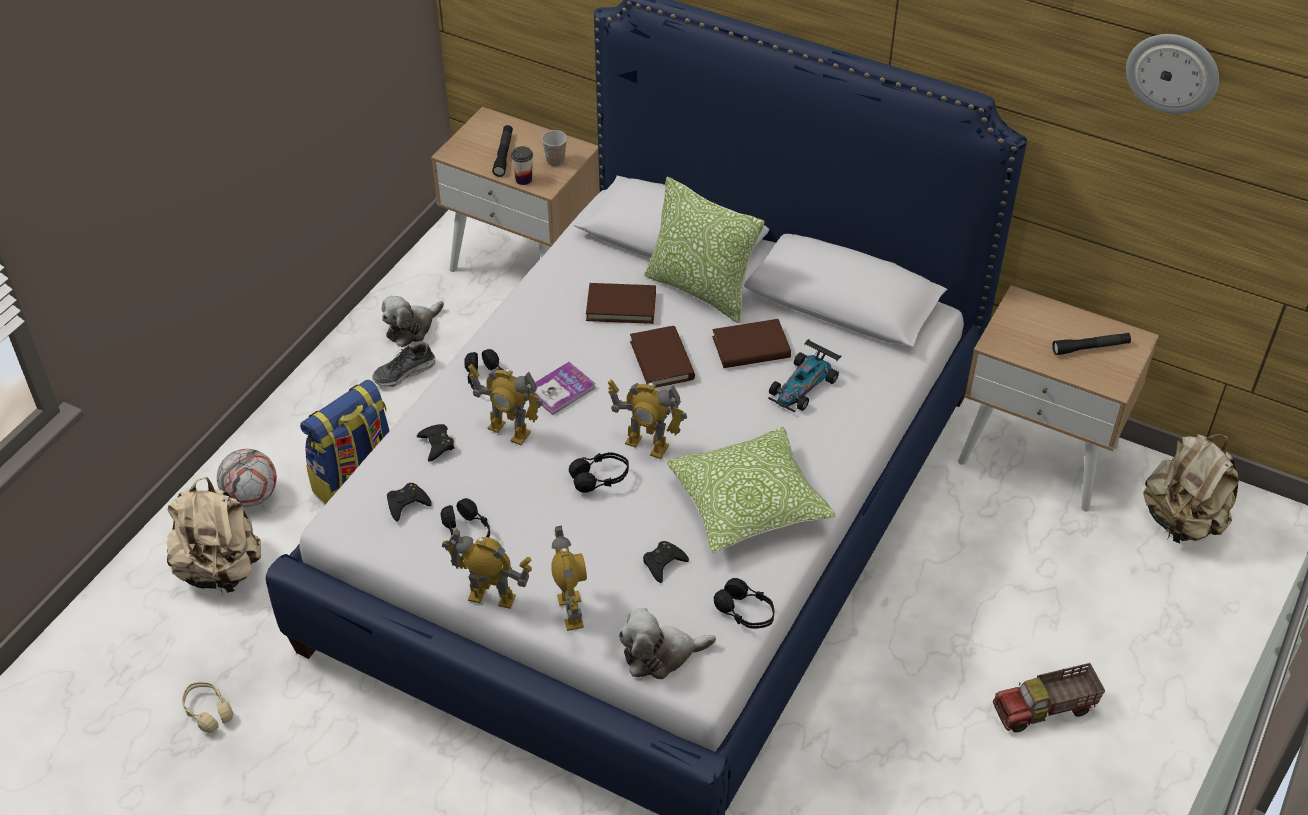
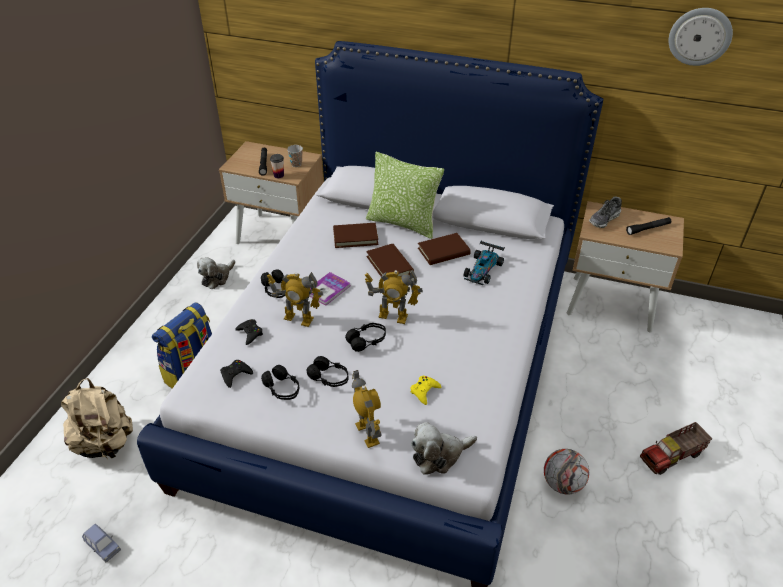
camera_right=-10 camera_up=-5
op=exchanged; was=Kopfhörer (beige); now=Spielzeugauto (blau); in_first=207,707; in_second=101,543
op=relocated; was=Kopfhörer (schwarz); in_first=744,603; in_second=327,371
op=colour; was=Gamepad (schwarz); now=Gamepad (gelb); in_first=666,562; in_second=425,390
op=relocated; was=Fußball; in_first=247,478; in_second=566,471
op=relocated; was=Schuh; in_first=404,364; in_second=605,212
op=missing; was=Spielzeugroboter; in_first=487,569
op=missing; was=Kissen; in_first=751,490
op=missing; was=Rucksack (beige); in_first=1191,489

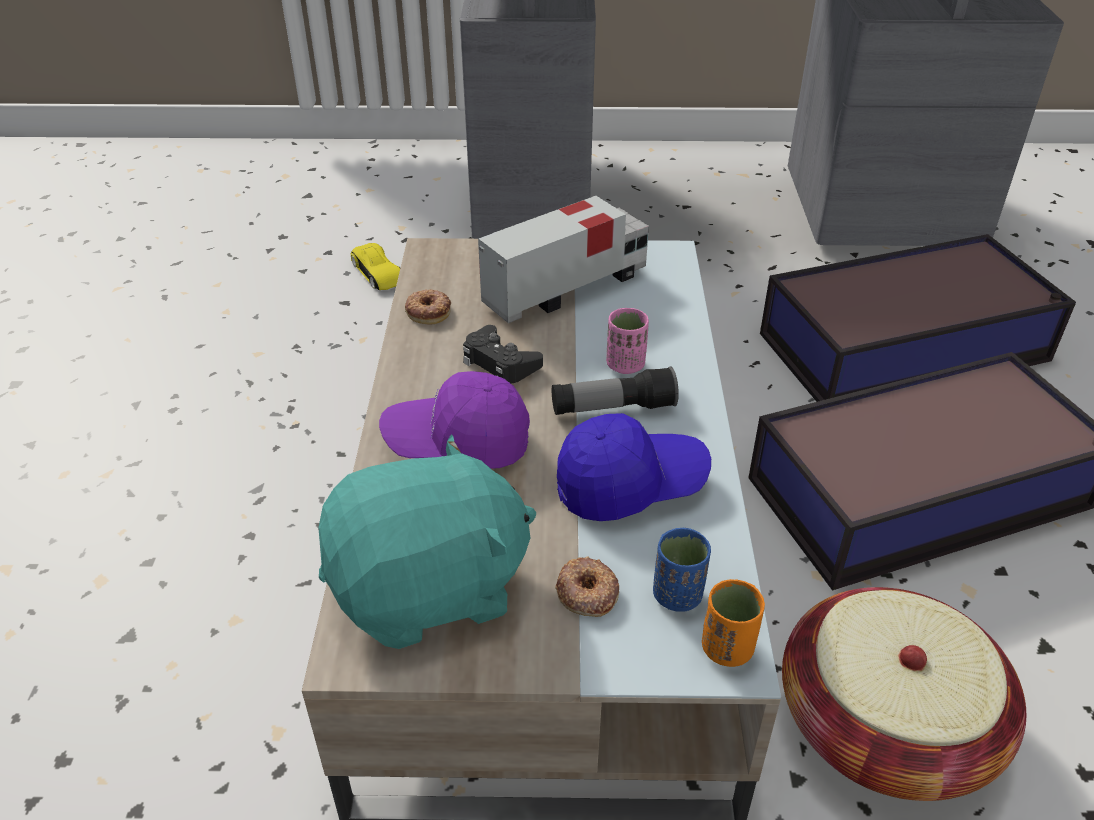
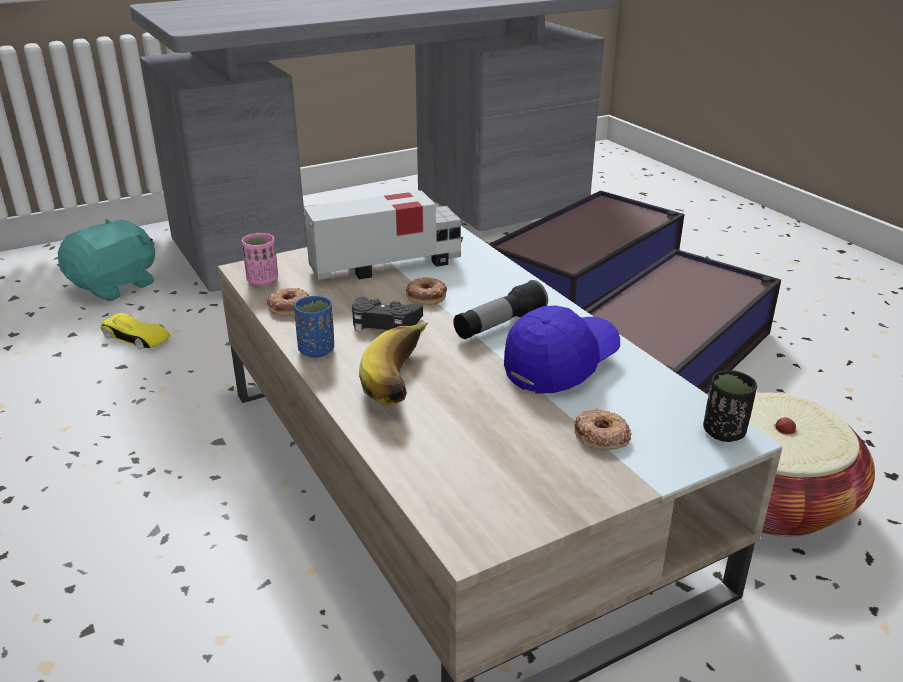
camera_right=-30 camera_up=-10
op=relocated; was=Plüschtier (türkis); in_first=427,541; in_second=106,260
op=relocated; was=Tasse (rosa); in_first=627,341; in_second=259,259
op=relocated; was=Tasse (blau); in_first=682,569; in_second=314,326
op=spun; was=Spielzeuglaster; in_first=563,259; in_second=383,235; clockwise=45
op=exchanged; was=Kappe (lila); now=Banane; in_first=454,420; in_second=393,364
op=appeared; now=Donut; in_second=426,291
op=colour; was=Tasse (orange); now=Tasse (schwarz); in_first=734,623; in_second=730,406

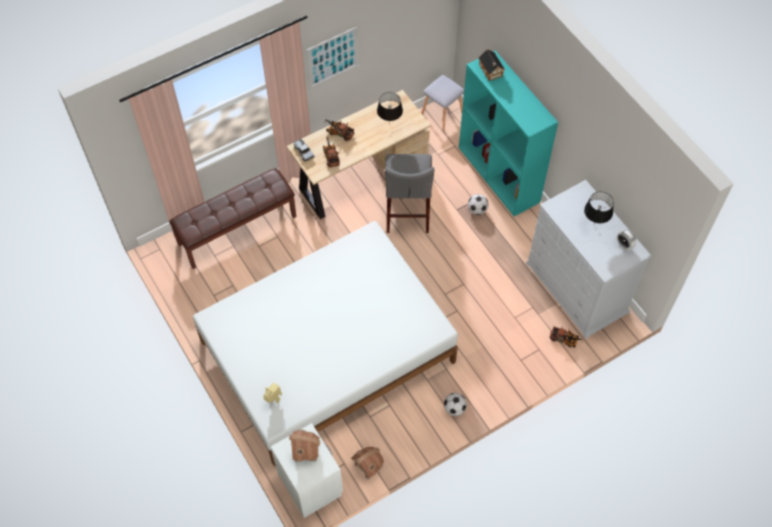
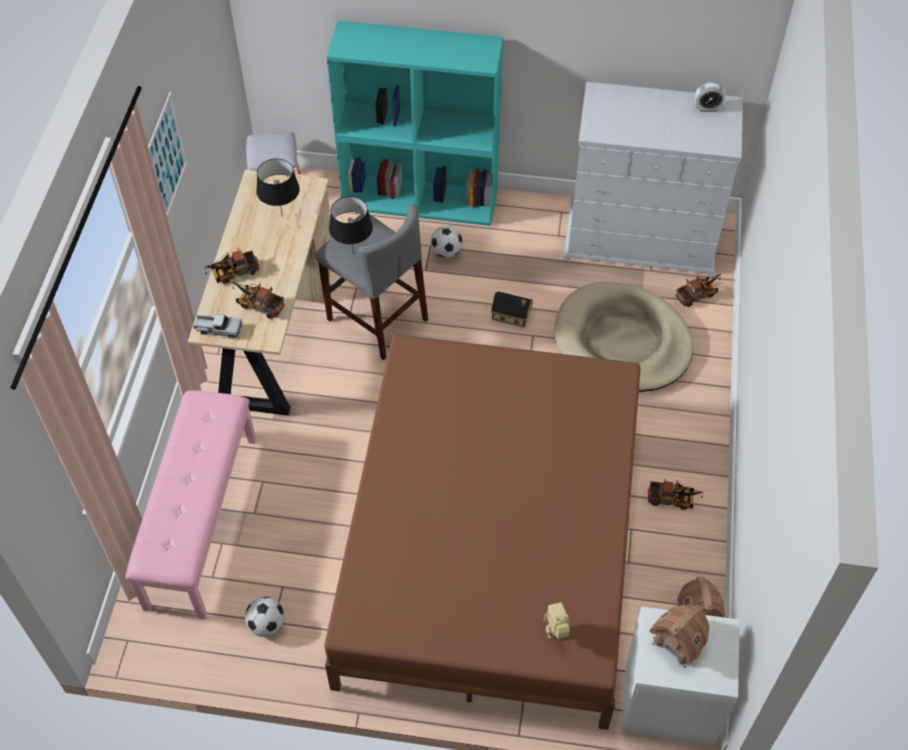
camera_right=-50 camera_up=-5
op=colour; was=Bank (braun); now=Bank (rosa); in_first=232,218; in_second=190,504
op=relocated; was=Fußball; in_first=455,404; in_second=265,617
op=colour; was=Bett (weiß); now=Bett (braun); in_first=325,344; in_second=482,532
op=relocated; was=Tischlampe (schwarz); in_first=599,208; in_second=351,225
op=relocated; was=Spielzeughaus; in_first=492,65; in_second=512,309
op=appeared; now=Hundebett (beige); in_second=624,337
op=appeared; now=Spielzeuglaster; in_second=675,493

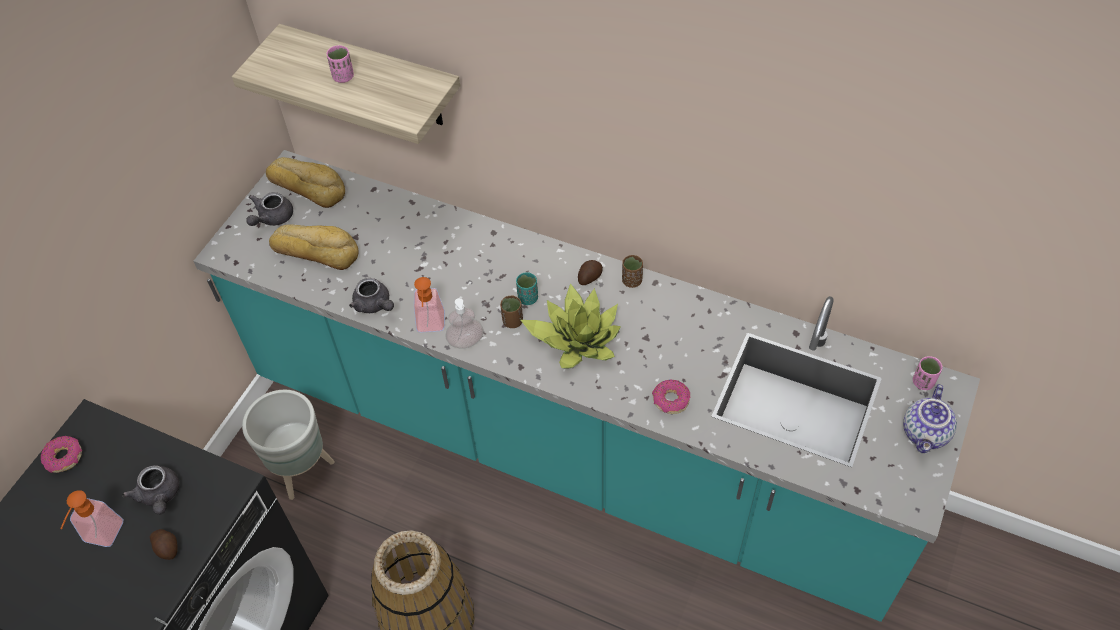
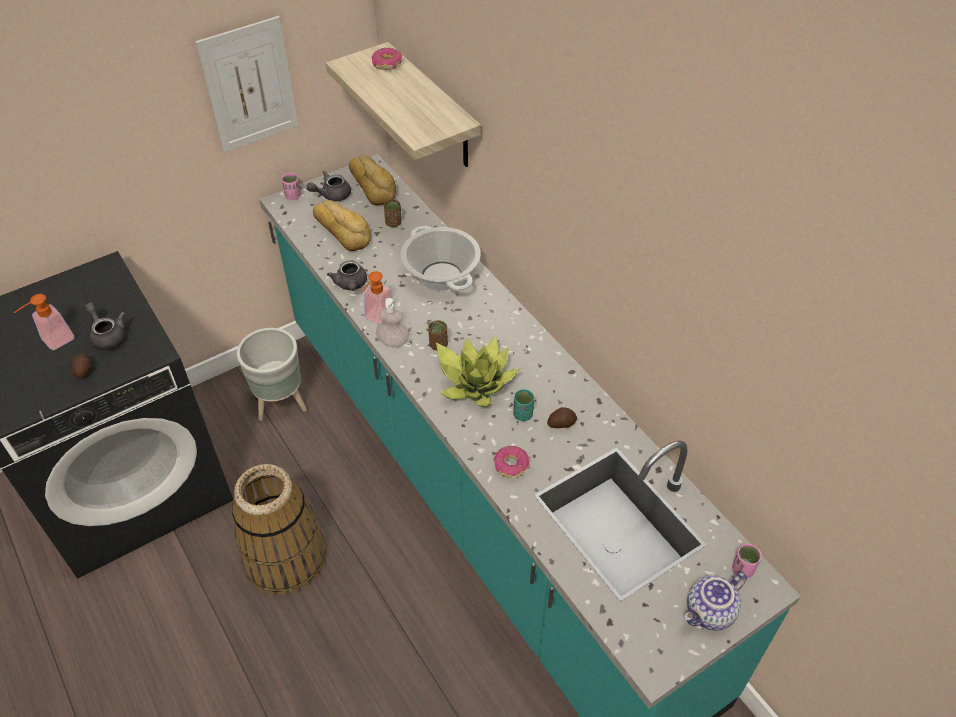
camera_right=30 camera_up=-5
op=spun; was=Teekanne (grau); in_first=150,490; in_second=105,326; clockwise=135
op=appeared; now=Bild; in_second=247,84
op=relocated; was=Tasse (rosa); in_first=340,64; in_second=291,186
op=relocated; was=Donut; in_first=61,454; in_second=386,59
op=relocated; was=Tasse (braun); in_first=632,271; in_second=393,213
op=appeared; now=Kochtopf; in_second=441,258
op=relocated; was=Tasse (türkis); in_first=527,288; in_second=523,405
op=relocated; was=Kartoffel; in_first=590,272; in_second=562,417

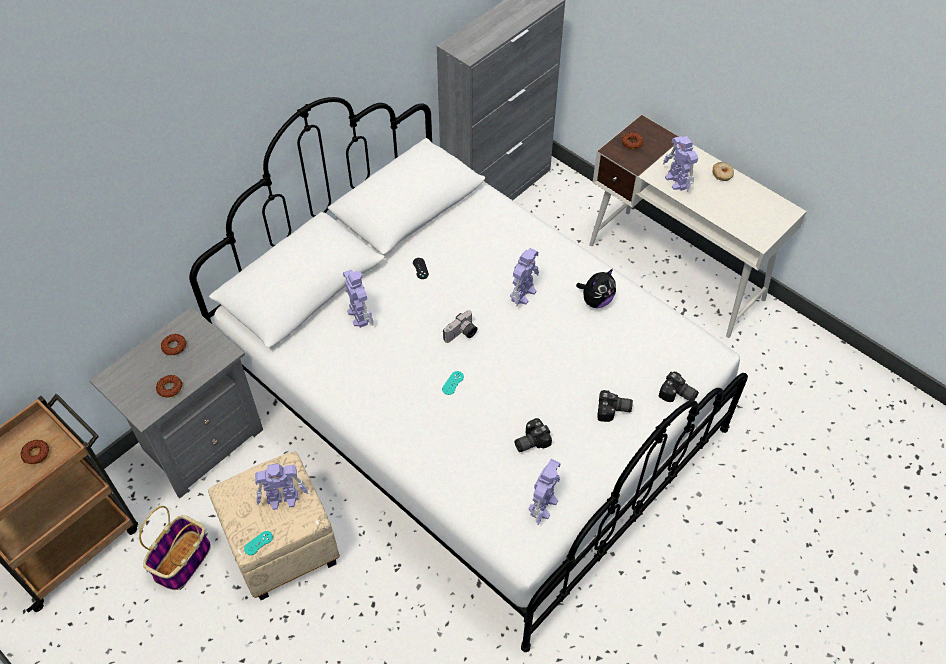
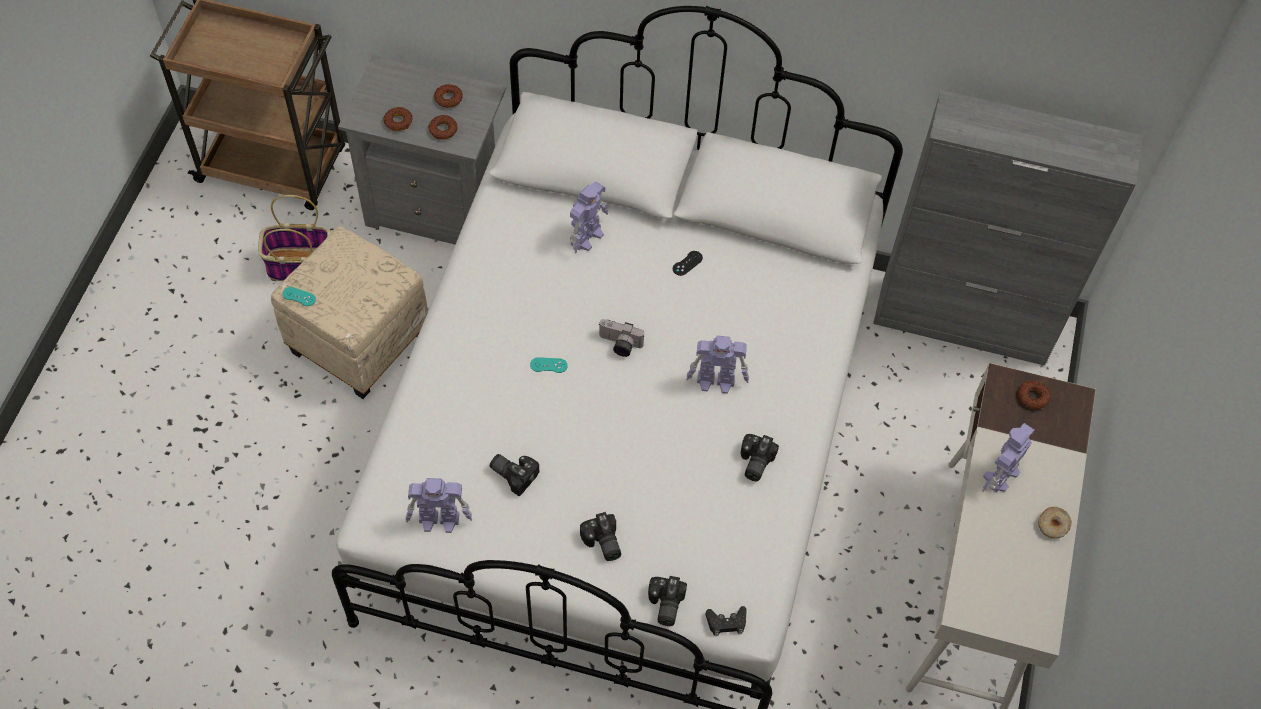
camera_right=60 camera_up=5
op=relocated; was=Donut; in_first=34,452; in_second=443,127
op=appeared; now=Gamepad (schwarz); in_second=726,621
op=exchanged; was=Plüschtier; now=Kamera; in_first=596,288; in_second=760,457
op=missing; was=Spielzeugroboter; in_first=281,487

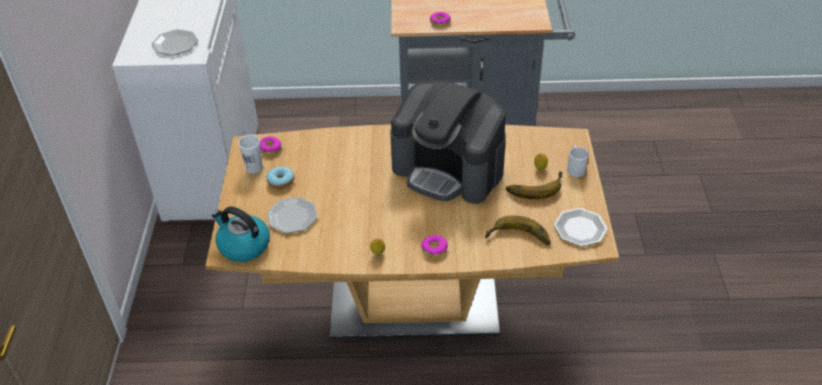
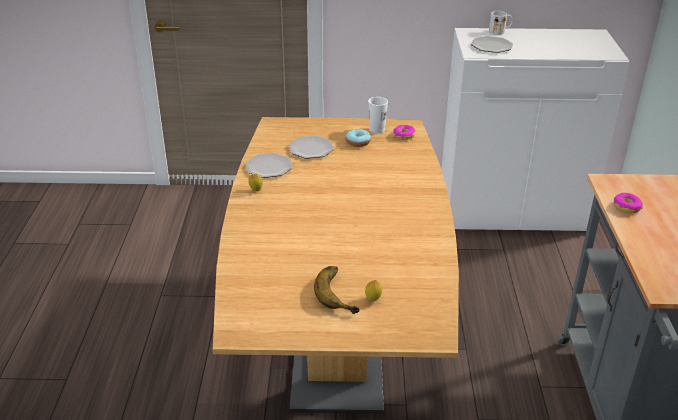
camera_right=90 camera_up=-10
op=relocated; was=Teller; in_first=581,227; in_second=269,165
op=relocated; was=Henkelbecher (weiß); in_first=578,161; in_second=501,23
op=missing; was=Wasserkessel; in_first=241,234
op=missing; was=Kaffeemaschine; in_first=448,142
op=missing; was=Donut; in_first=434,246
op=missing; was=Banane; in_first=518,230

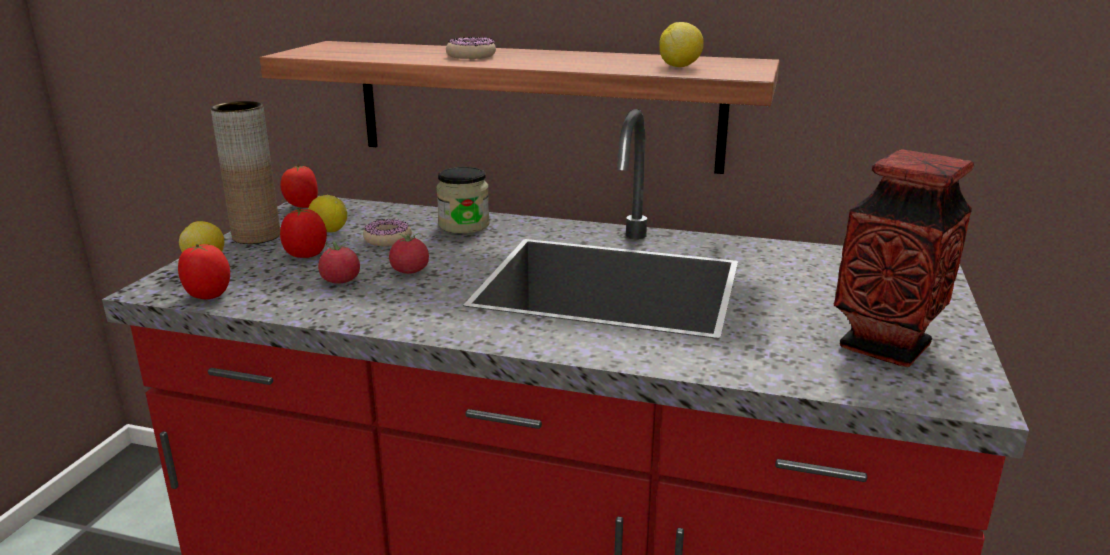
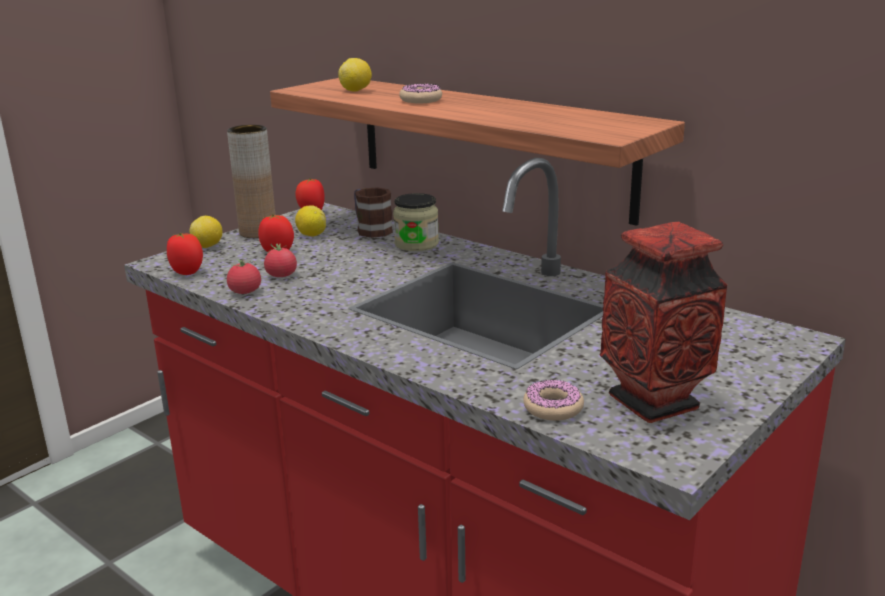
camera_right=25 camera_up=0
op=relocated; was=Tomate; in_first=409,253; in_second=244,276
op=relocated; was=Zitrone; in_first=681,44; in_second=355,75
op=appeared; now=Henkelbecher; in_second=373,212
op=relocated; was=Donut; in_first=387,232; in_second=553,400

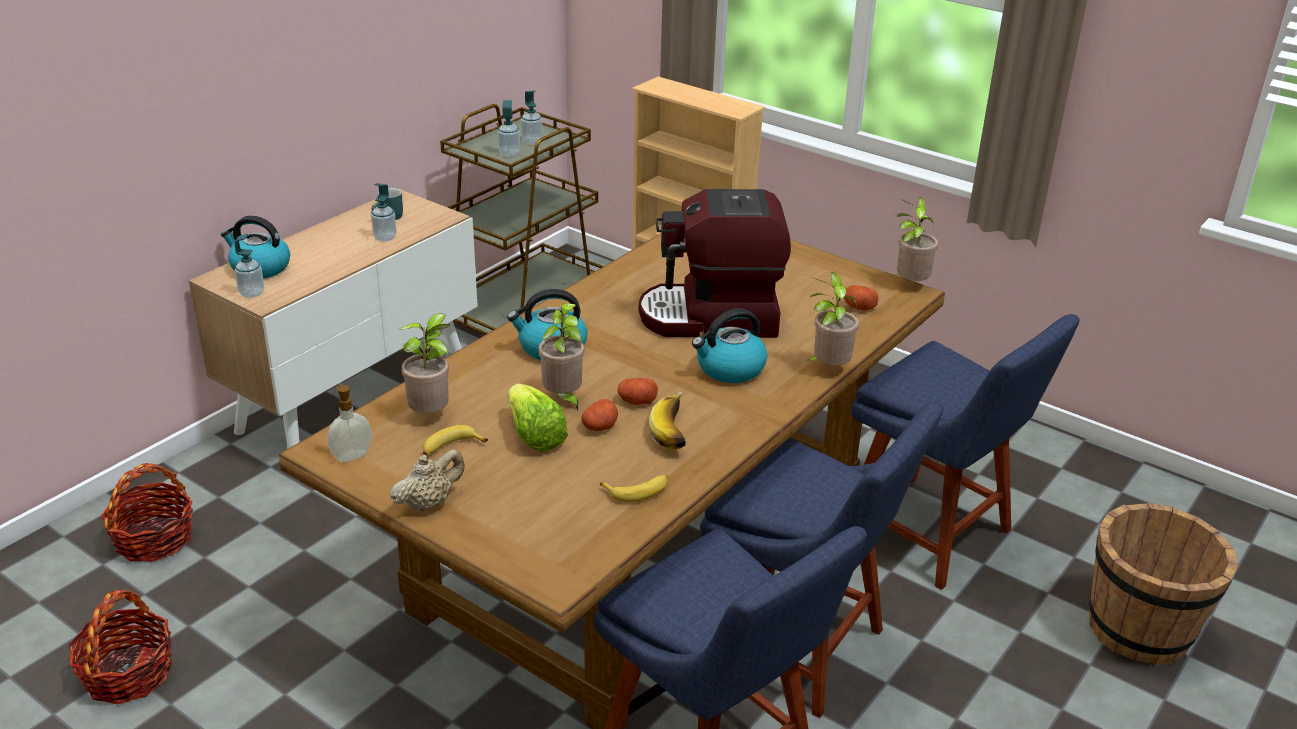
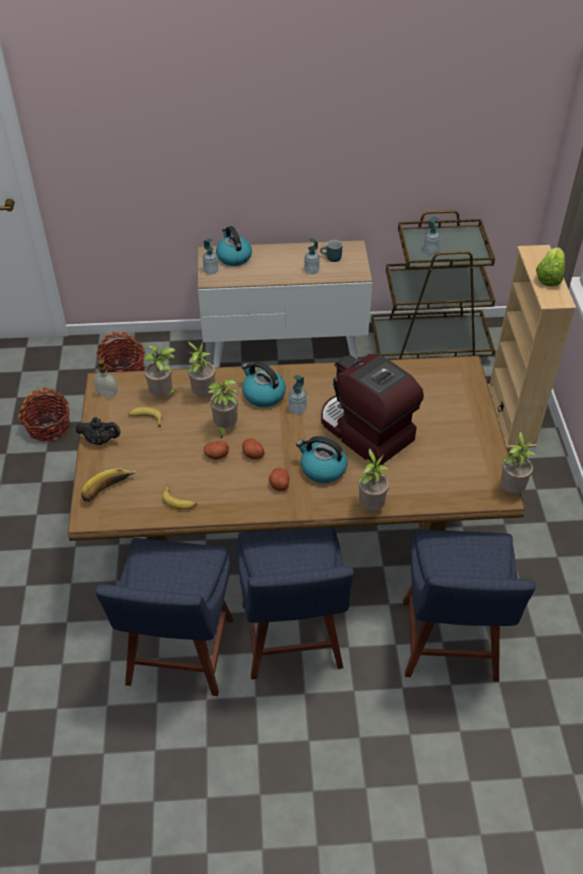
camera_right=50 camera_up=15
op=colour; was=Teekanne (beige); now=Teekanne (schwarz); in_first=428,480; in_second=98,431
op=relocated; was=Banane; in_first=667,421; in_second=108,485
op=appeared; now=Topfpflanze; in_second=201,369
op=relocated; was=Kartoffel; in_first=861,298; in_second=279,479
op=relocated; was=Seifenspender; in_first=532,117; in_second=298,395
op=relocated; was=Salatkopf; in_first=538,417; in_second=550,266
op=missing; was=Eimer (braun); in_first=1163,584

